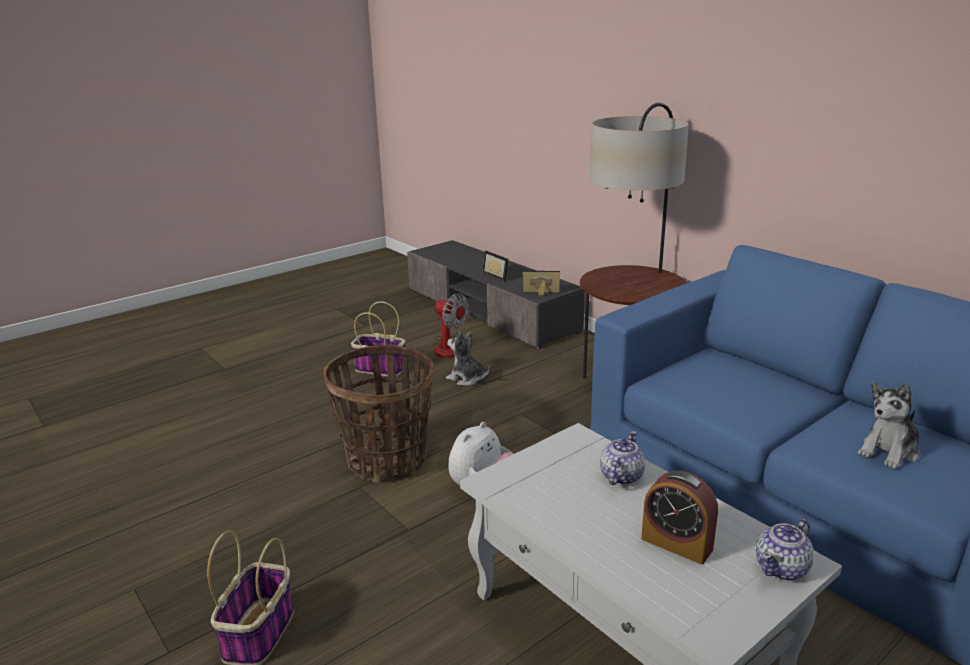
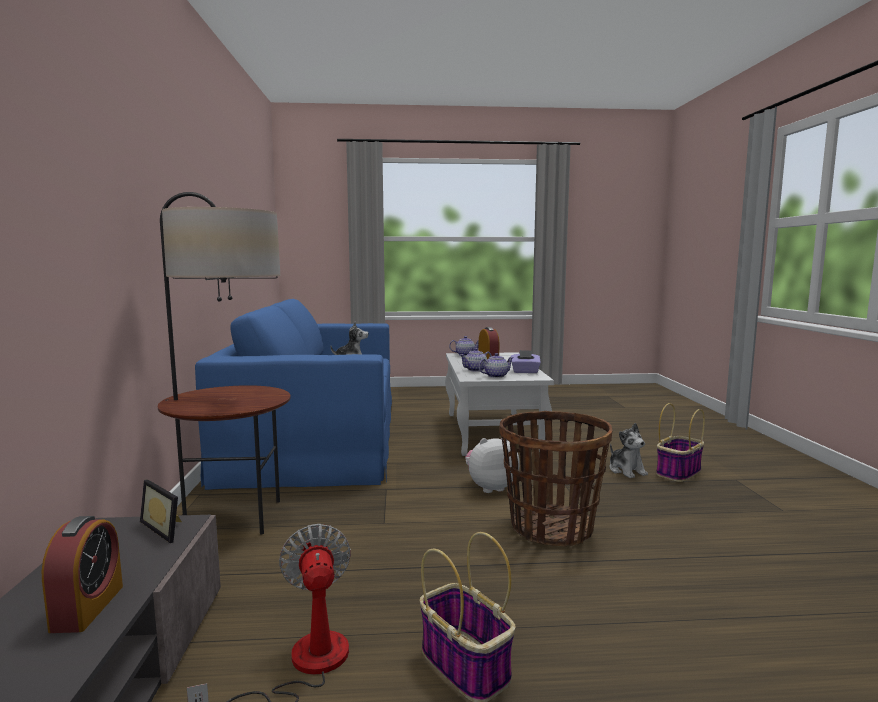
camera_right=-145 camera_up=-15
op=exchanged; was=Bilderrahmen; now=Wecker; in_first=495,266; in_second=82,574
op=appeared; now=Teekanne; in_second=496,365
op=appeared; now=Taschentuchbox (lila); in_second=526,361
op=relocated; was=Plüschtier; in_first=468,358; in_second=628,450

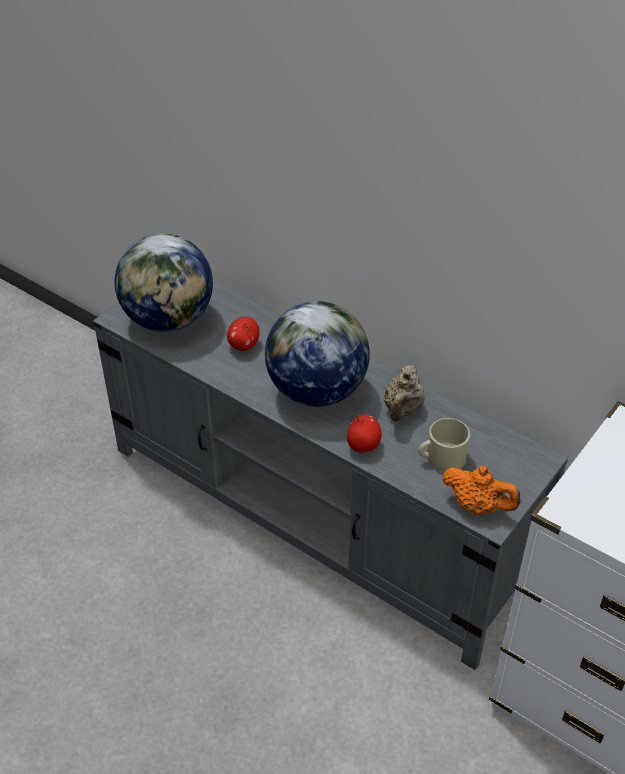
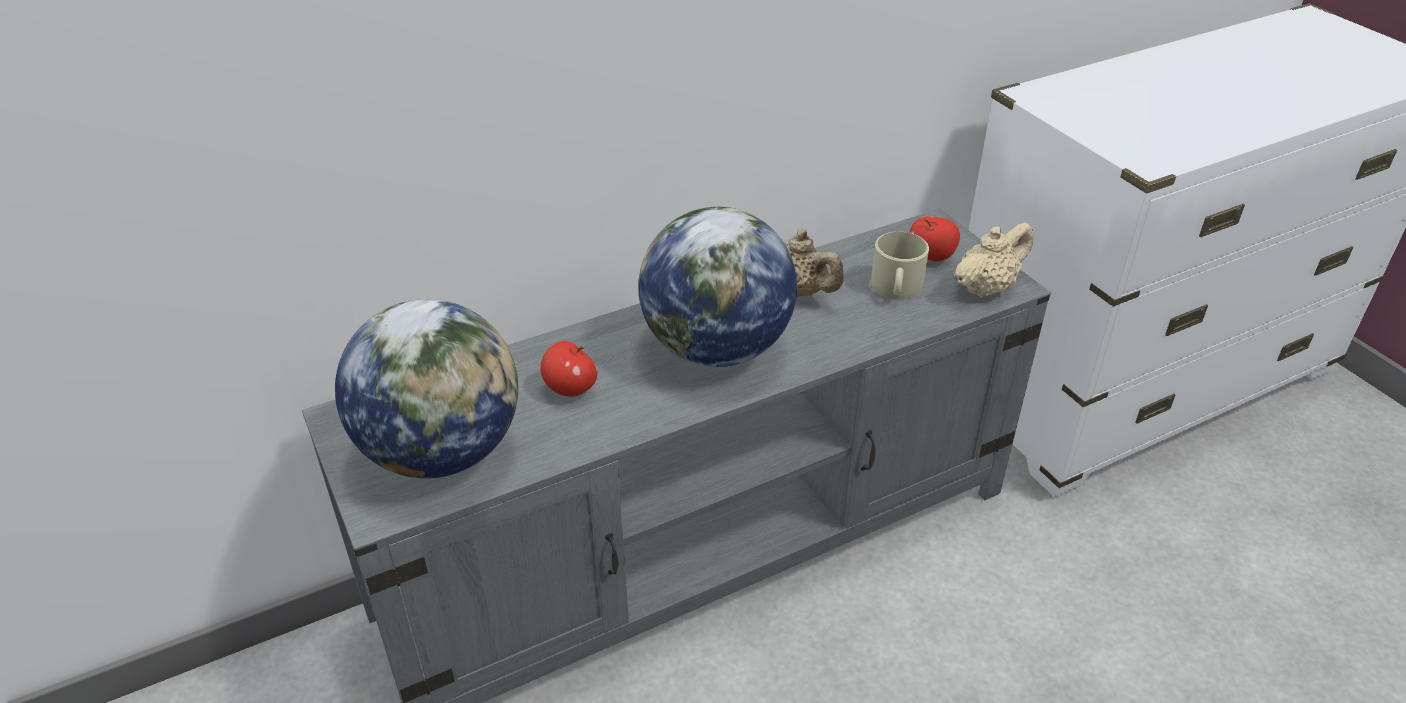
camera_right=-65 camera_up=-5
op=relocated; was=Apfel; in_first=364,433; in_second=934,238
op=colour; was=Teekanne (orange); now=Teekanne (beige); in_first=481,490; in_second=993,260

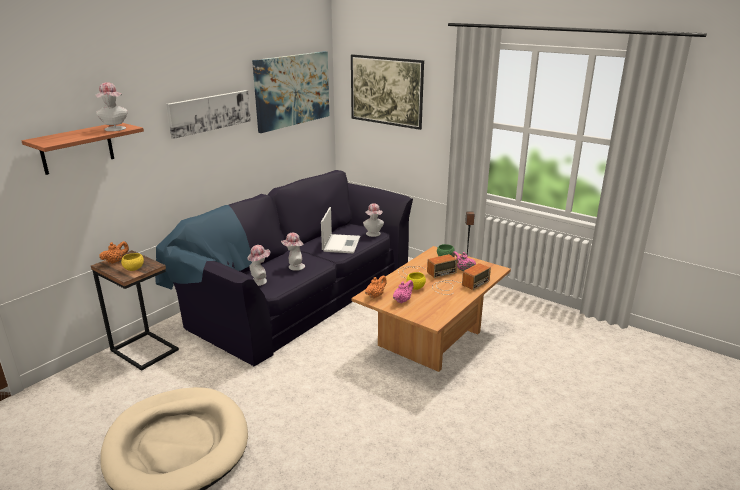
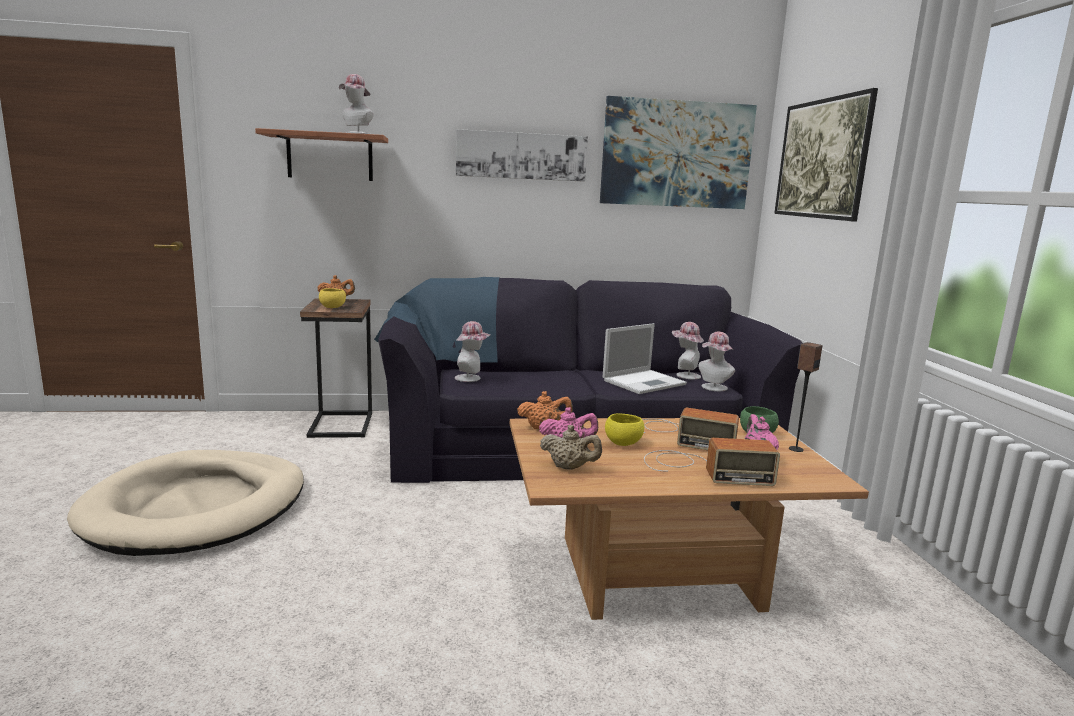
camera_right=45 camera_up=-10
op=appeared; now=Teekanne (beige); in_second=571,447
op=relocated; was=Hut; in_first=293,252; in_second=688,350

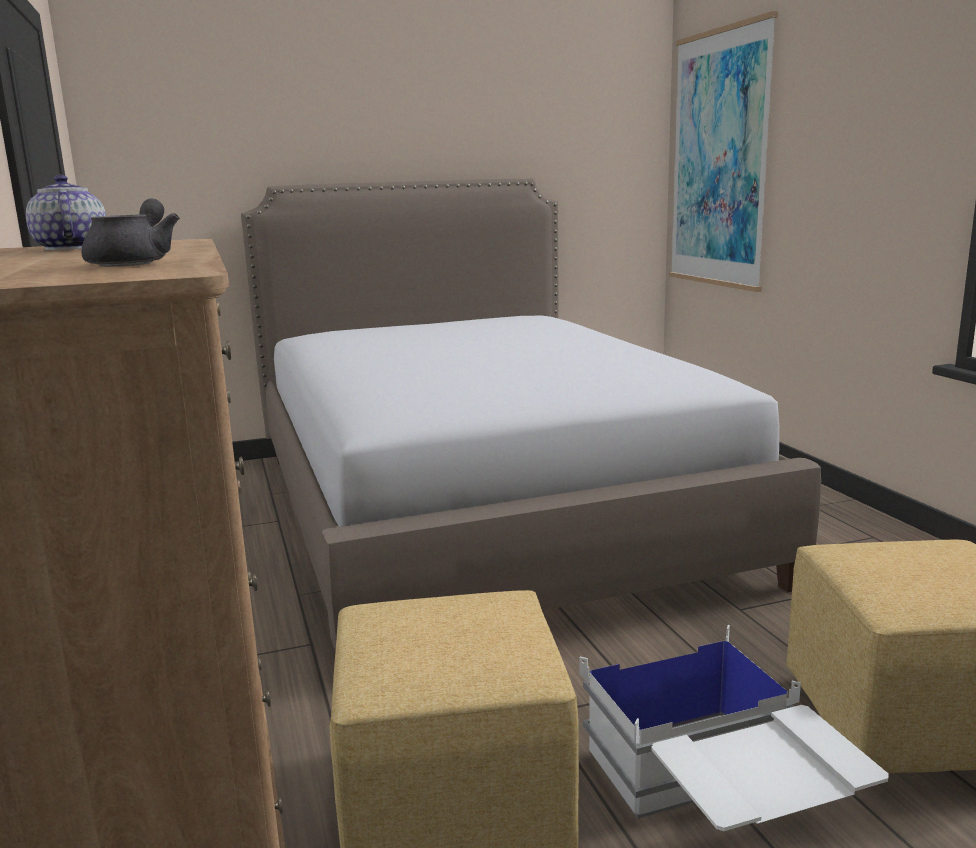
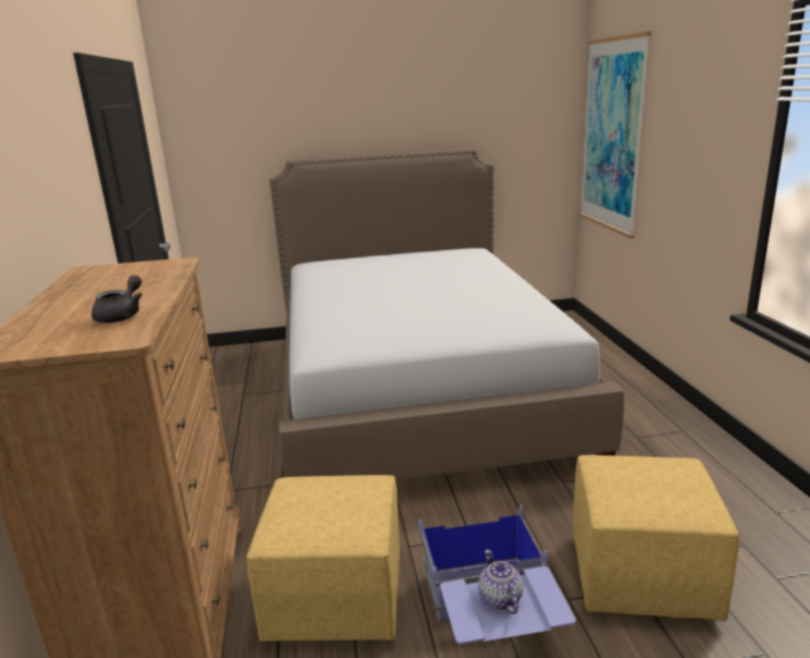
camera_right=10 camera_up=5
op=colour; was=Aufbewahrungsbox (weiß); now=Aufbewahrungsbox (blau); in_first=734,728; in_second=497,574
op=relocated; was=Teekanne; in_first=66,212; in_second=500,582

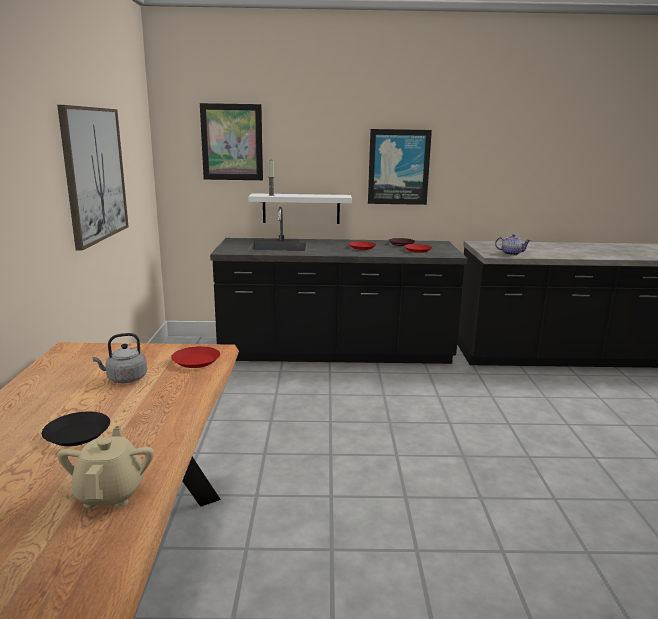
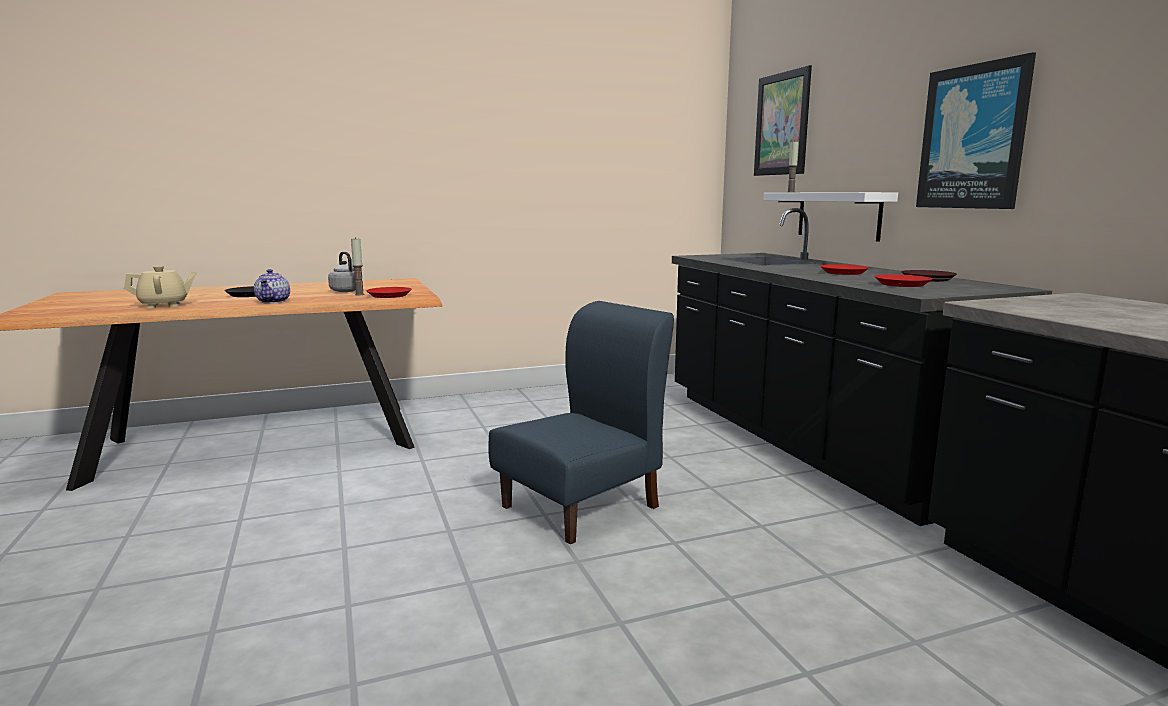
camera_right=70 camera_up=-5
op=relocated; was=Teekanne; in_first=513,244; in_second=272,286
op=appeared; now=Kerze; in_second=358,266
op=appeared; now=Stuhl (blau); in_second=581,422
op=missing; was=Bild; in_first=93,177

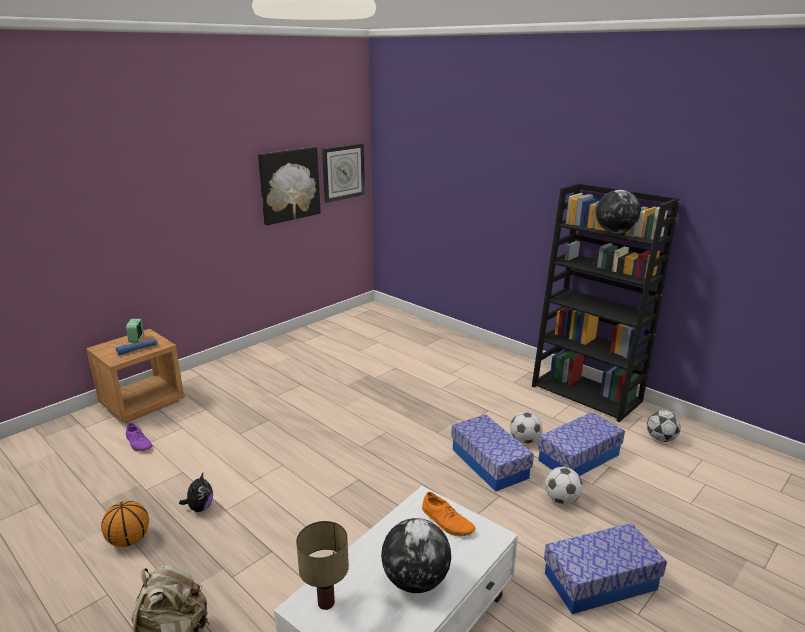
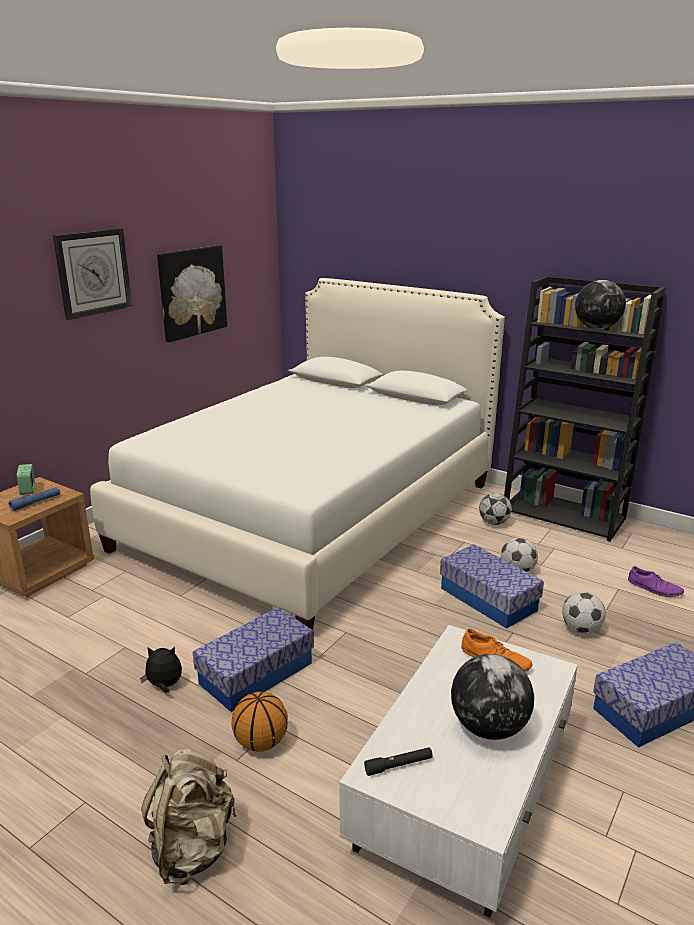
camera_right=-10 camera_up=0
op=relocated; was=Wanduhr; in_first=343,173; in_second=92,274
op=appeared; now=Bett (weiß); in_second=297,454
op=spun; was=Plüschtier; in_first=196,492; in_second=161,670; clockwise=-90
op=relocated; was=Aufbewahrungsbox; in_first=581,444; in_second=253,659
op=relocated; was=Basketball; in_first=125,524; in_second=259,721
op=exchanged; was=Tischlampe; now=Taschenlampe (schwarz); in_first=322,565; in_second=398,761
op=relocated; was=Fußball; in_first=664,426; in_second=495,509
op=relocated; was=Schuh (lila); in_first=139,437; in_second=656,581

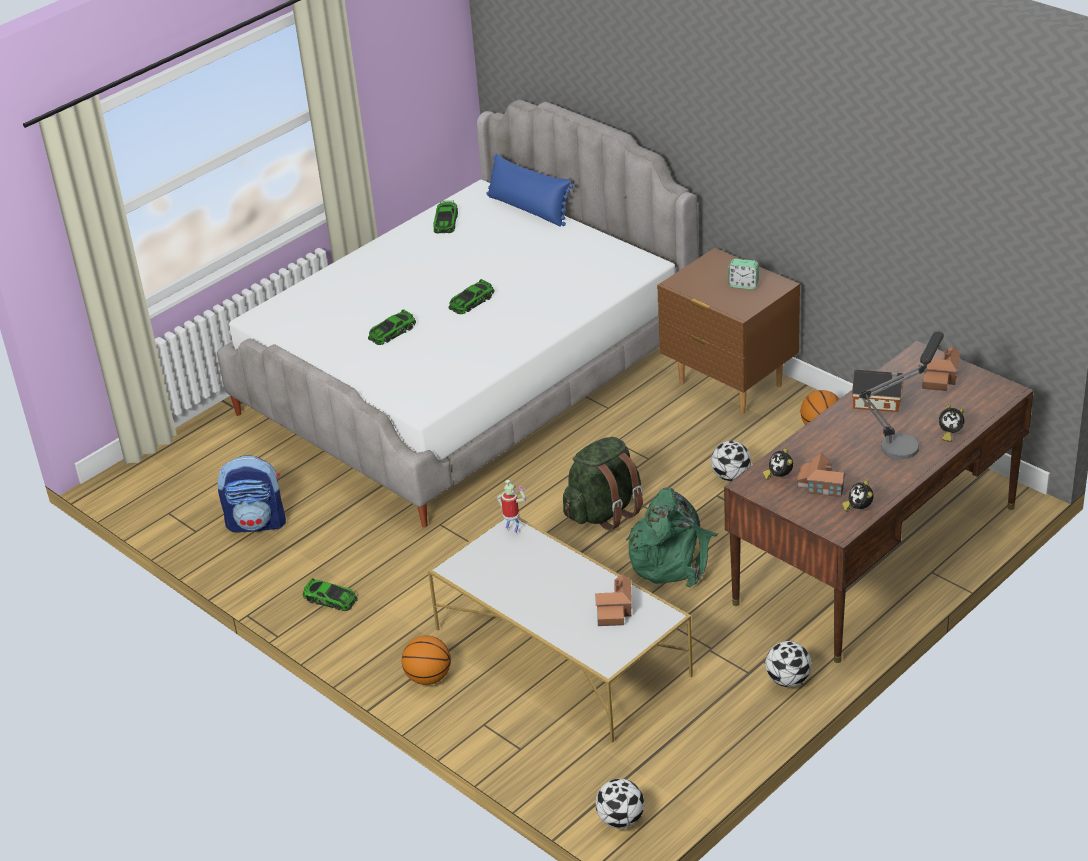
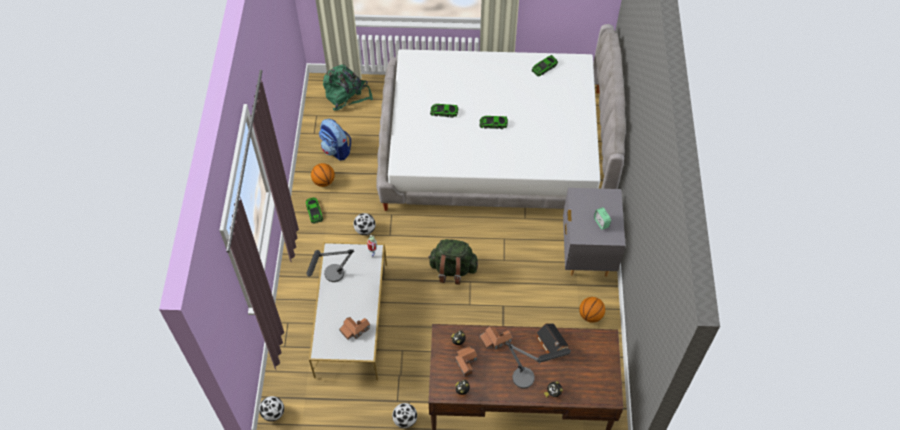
camera_right=45 camera_up=20
op=appeared; now=Tischlampe; in_second=330,265
op=relocated; was=Basketball; in_first=426,660; in_second=323,175
op=relocated; was=Rucksack (grün); in_first=672,537; in_second=348,87
op=relocated; was=Fußball; in_first=731,461; in_second=364,224
op=relocated; was=Spielzeughaus; in_first=941,368; in_second=496,338
op=colour; was=Nachttisch (braun); now=Nachttisch (grau); in_first=728,331; in_second=594,232
op=missing; was=Kissen (blau); in_first=529,190

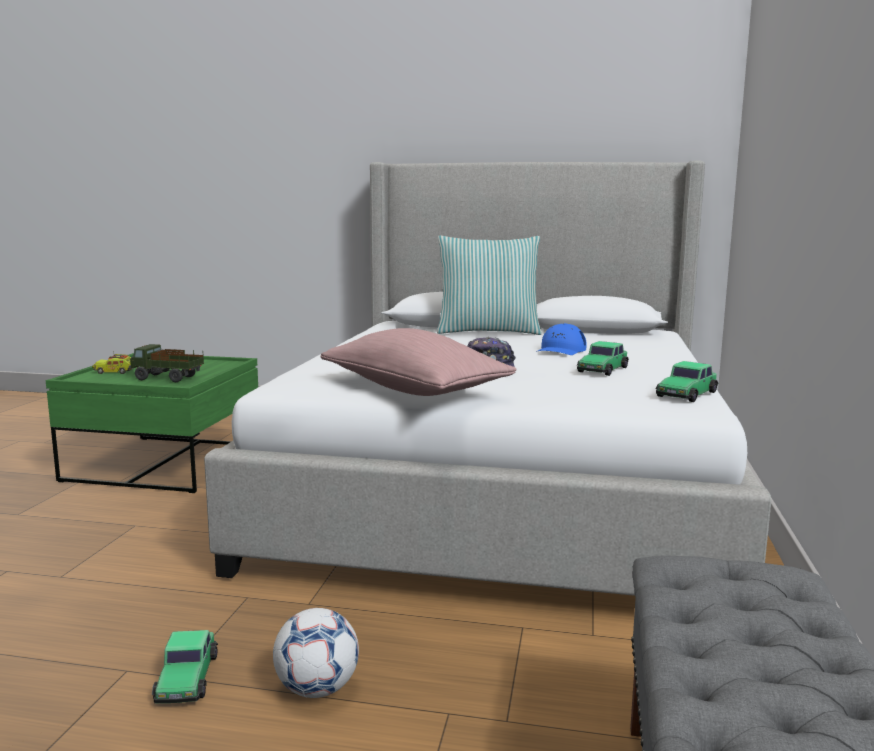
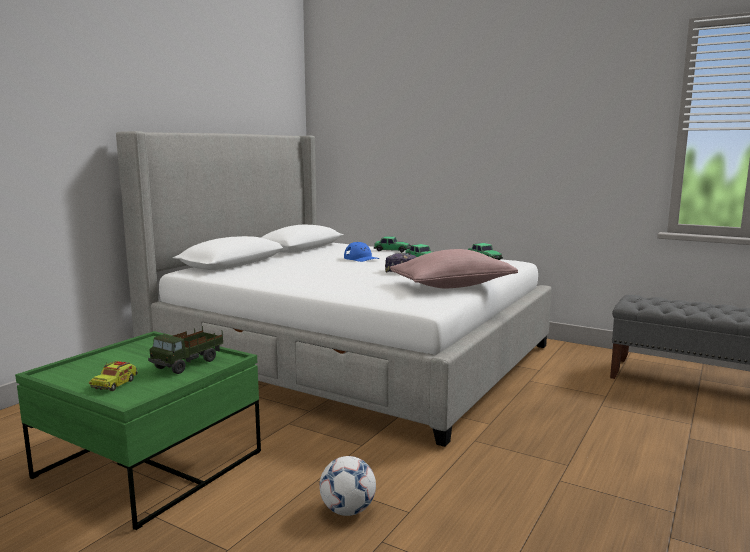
camera_right=-70 camera_up=0
op=relocated; was=Fußball; in_first=316,653; in_second=347,486
op=relocated; was=Spielzeugauto; in_first=185,666; in_second=392,244
op=missing; was=Kissen; in_first=489,285

